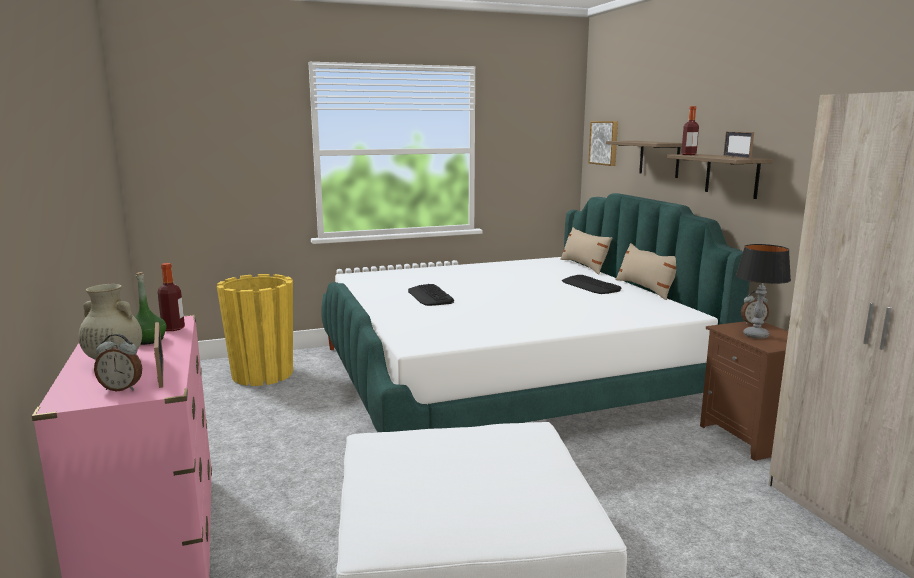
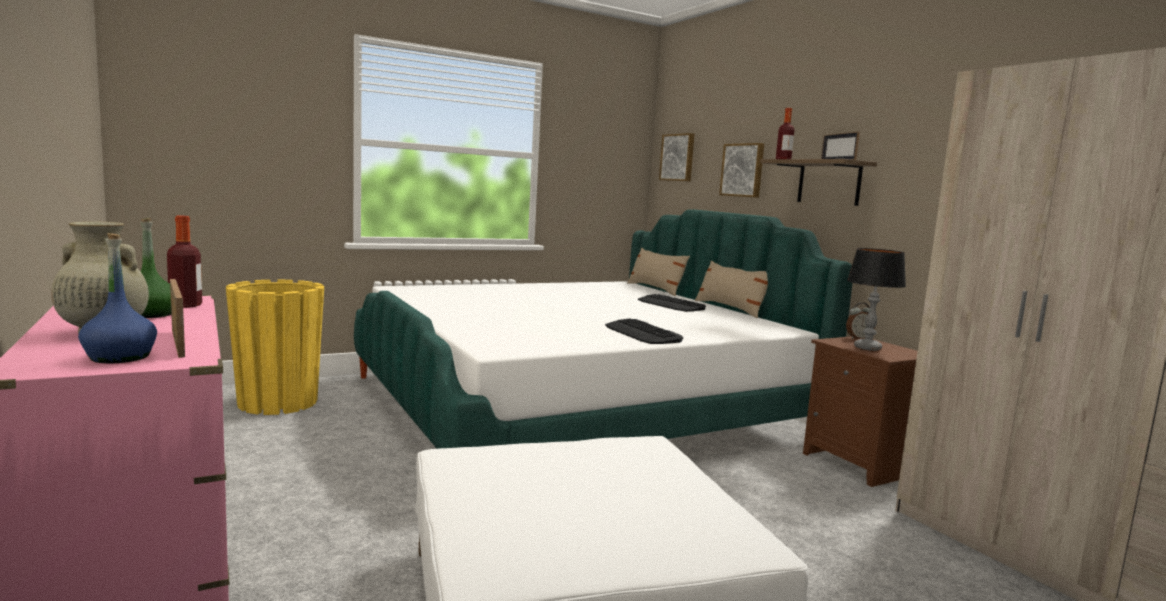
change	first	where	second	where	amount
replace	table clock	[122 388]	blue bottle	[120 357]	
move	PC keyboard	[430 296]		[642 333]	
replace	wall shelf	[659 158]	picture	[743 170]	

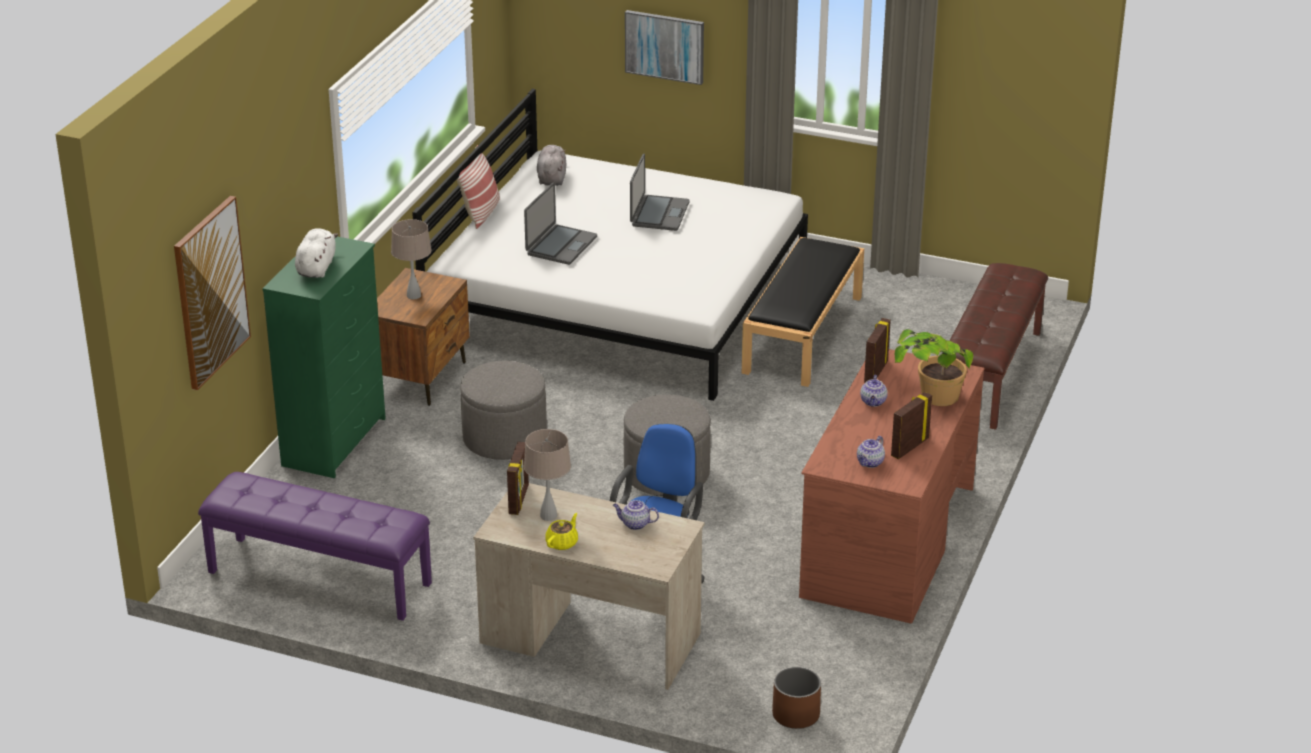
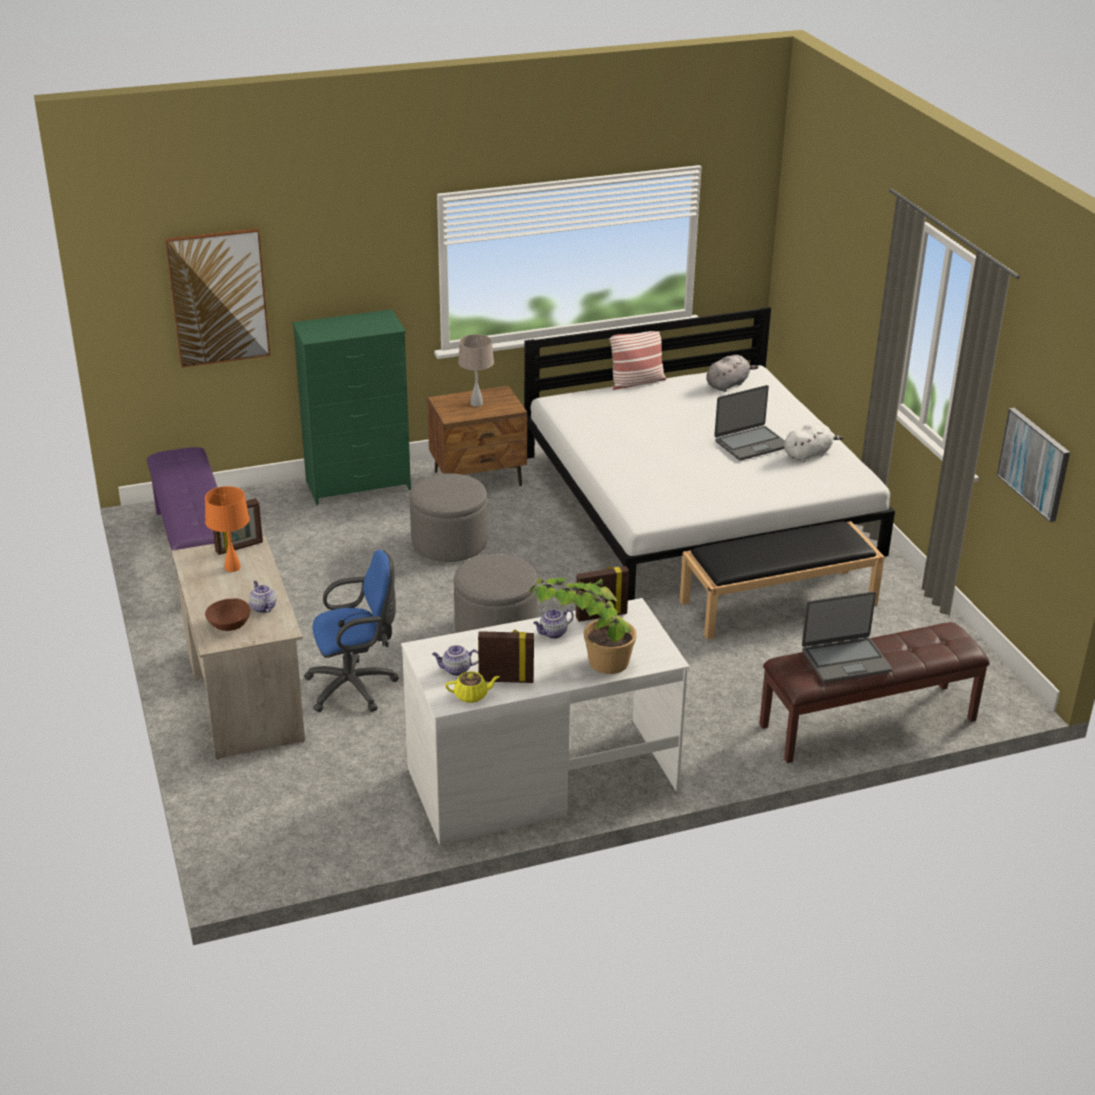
change	first	where	second	where	amount
move	white-coloured plush toy	[316 267]		[808 454]	
move	laptop	[560 246]		[845 660]	
recolor	beige table lamp	[548 515]	orangey table lamp	[232 567]	
move	yellow tea pot	[562 543]		[472 695]	
move	picture	[665 46]		[1034 463]	
delete	brown-coloured plant pot	[795 715]			
recolor	brown-coloured desk table	[887 541]	white-coloured desk table	[541 778]	
insert			brown-coloured bowl	[229 625]	

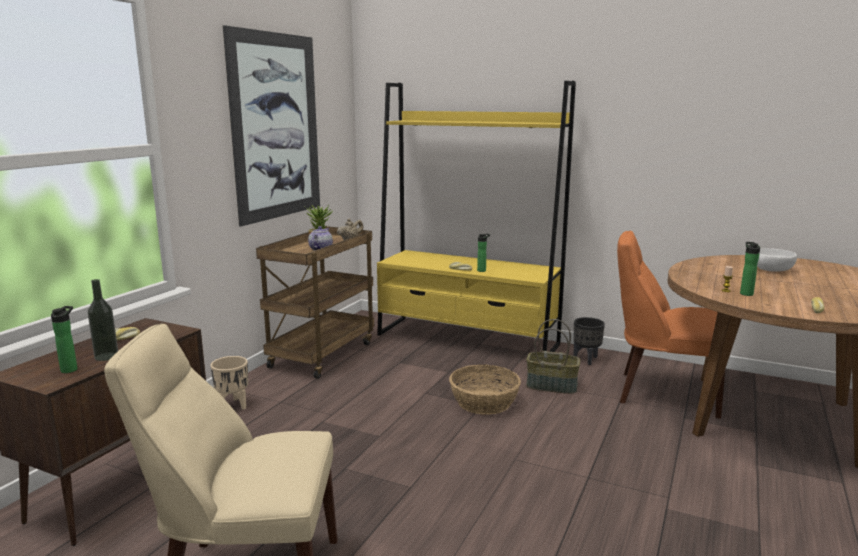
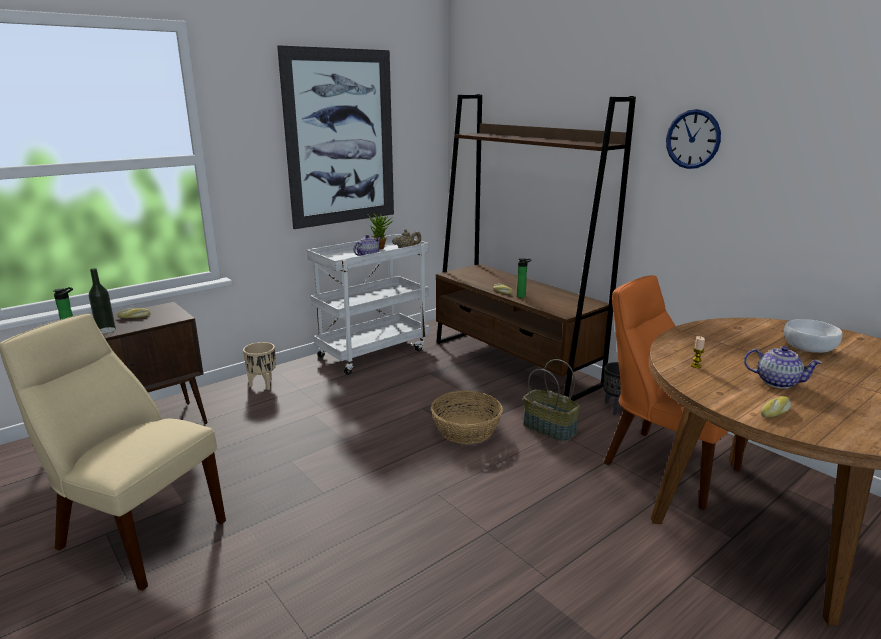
change	first	where	second	where	amount
recolor	brown-coloured wheeled cart	[322 354]	white-coloured wheeled cart	[373 352]	
recolor	yellow bookcase	[467 340]	brown-coloured bookcase	[514 363]	
delete	bottle	[745 293]			
insert			hanging clock	[693 139]	
insert			tea pot	[776 382]	

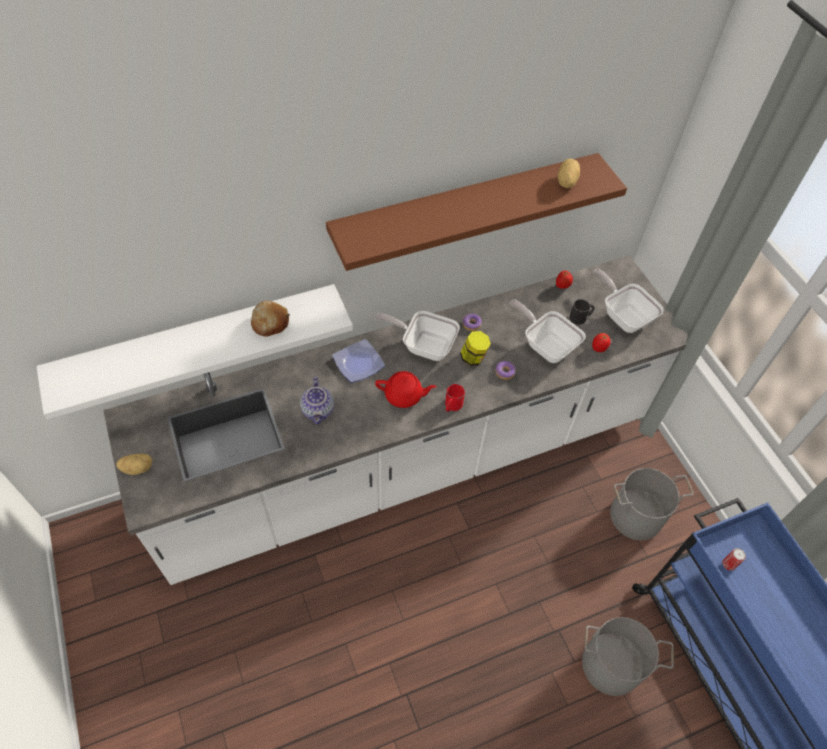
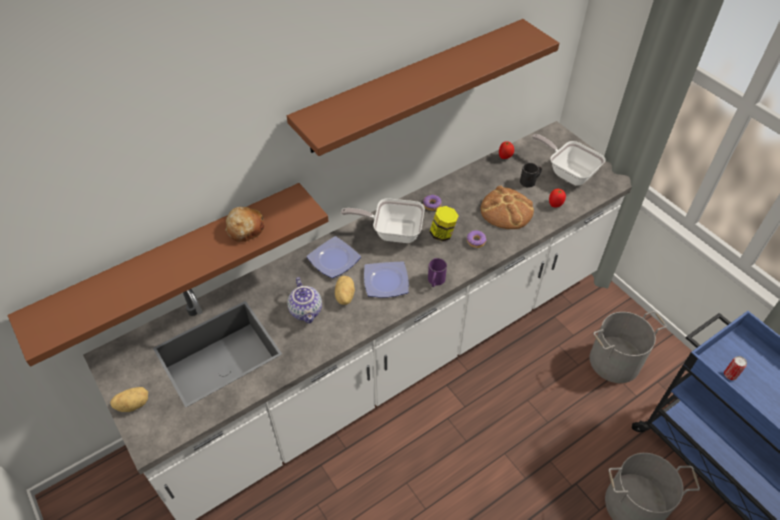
change	first	where	second	where	amount
recolor	white-coloured wall shelf	[197 339]	brown-coloured wall shelf	[172 261]	
replace	reddish tea pot	[404 396]	flat dish	[386 281]	
recolor	reddish mug	[452 406]	purplish mug	[435 281]	
replace	skillet	[546 345]	bread	[506 210]	
move	potato	[565 182]		[344 296]	

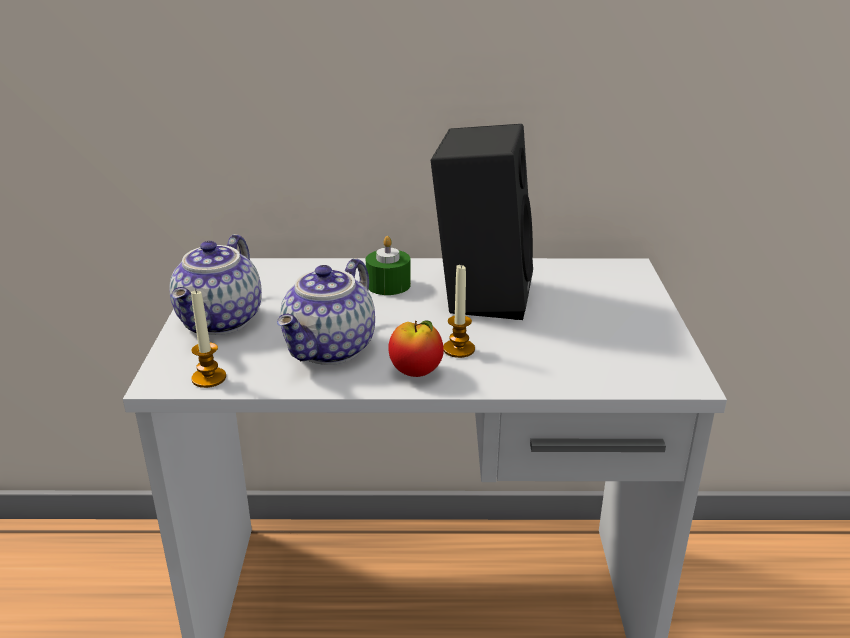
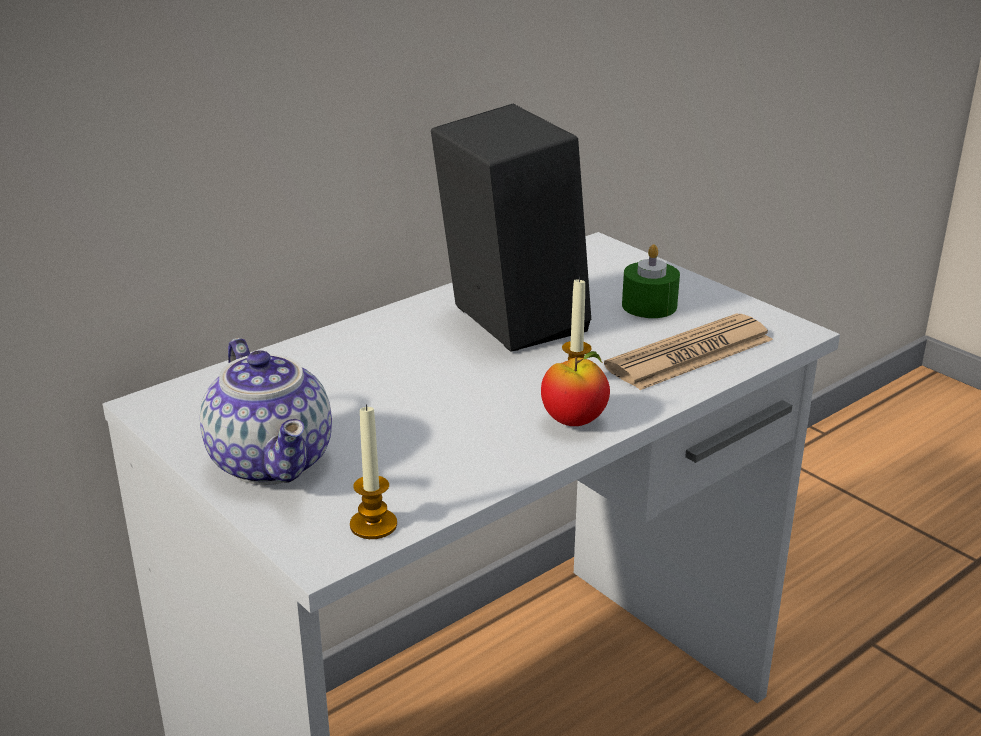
change	first	where	second	where	amount
delete	tea pot	[331 350]			
move	green wax light	[388 285]		[649 305]	
insert			daily paper	[690 354]	

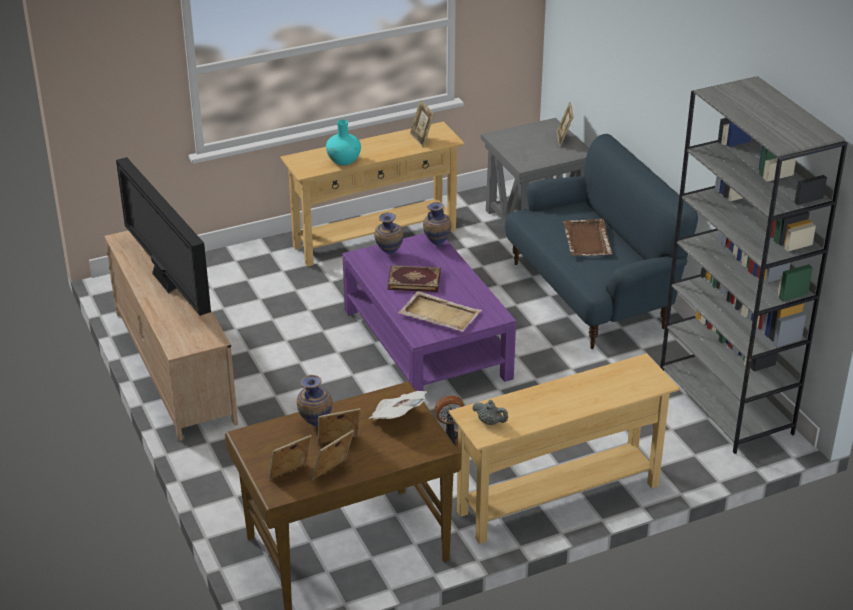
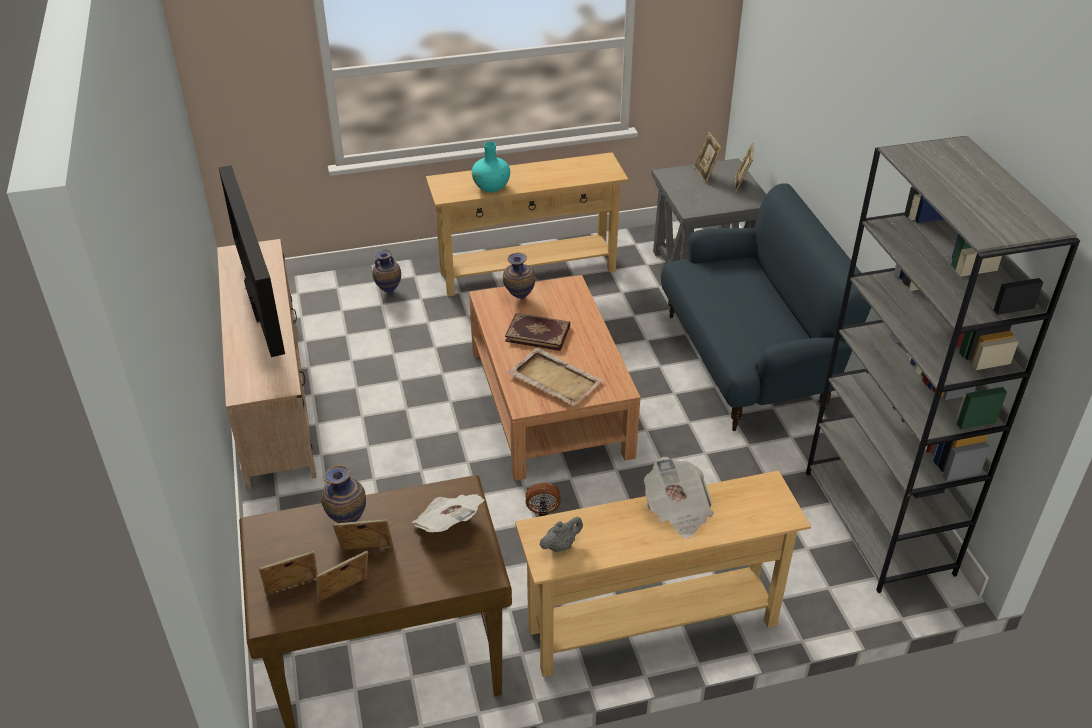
change	first	where	second	where	amount
recolor	purplish lounge table	[427 344]	brown-coloured lounge table	[550 402]	
move	standing frame	[421 139]		[705 174]	
move	vase	[437 244]		[388 291]	
rotate	gray tea pot	[490 422]		[560 545]	75 degrees counterclockwise
delete	brown-coloured carrying tray	[587 240]			
insert			daily paper	[677 510]	

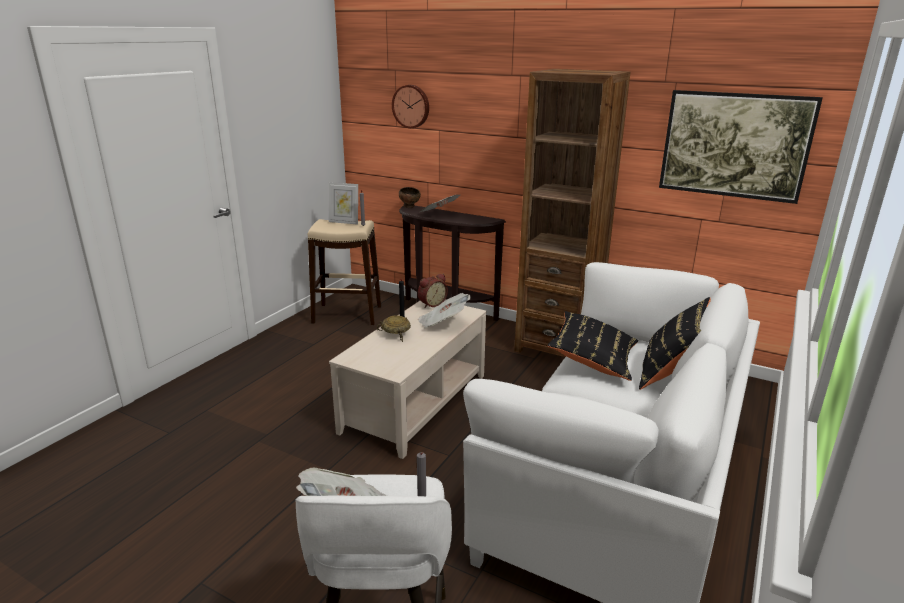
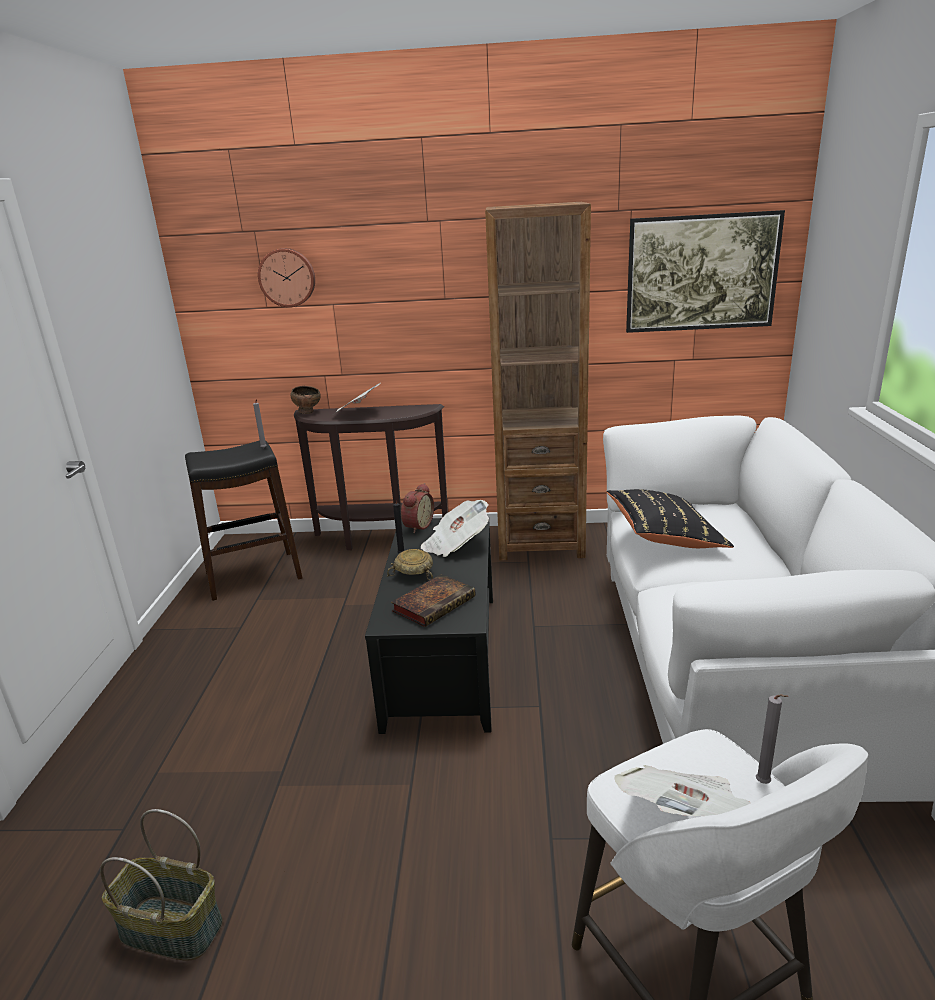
change	first	where	second	where	amount
recolor	beige sitting stool	[347 314]	black sitting stool	[254 575]	
delete	standing frame	[344 222]			
recolor	beige lounge table	[415 403]	black lounge table	[443 658]	
delete	black cushion	[669 374]			
insert			storage basket	[170 929]	
insert			volume	[435 603]	

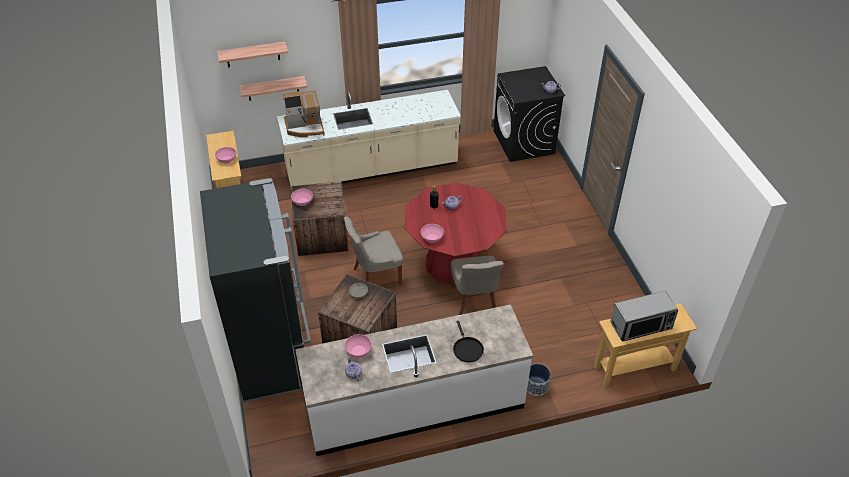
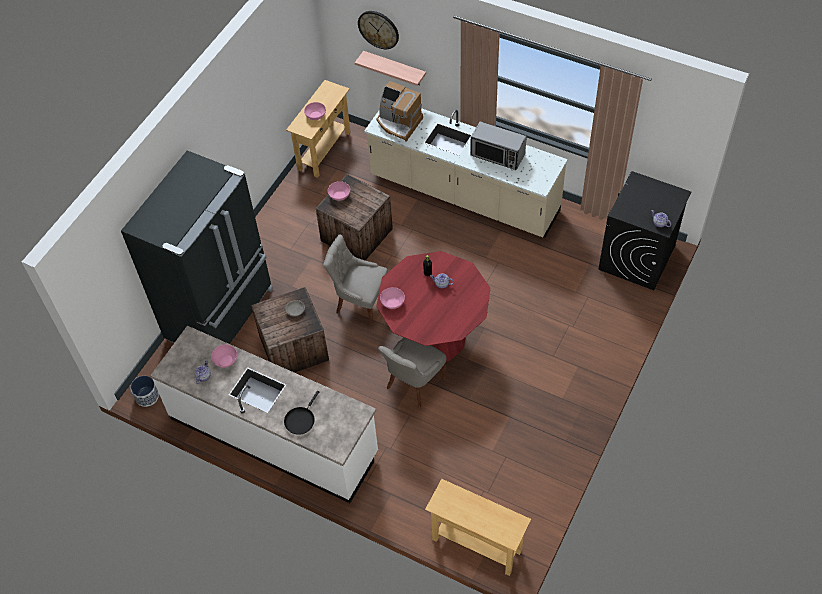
change	first	where	second	where	amount
replace	wall shelf	[252 54]	hanging clock	[378 29]	
move	plant pot	[536 386]		[147 396]	
move	microwave oven	[641 326]		[497 155]	

